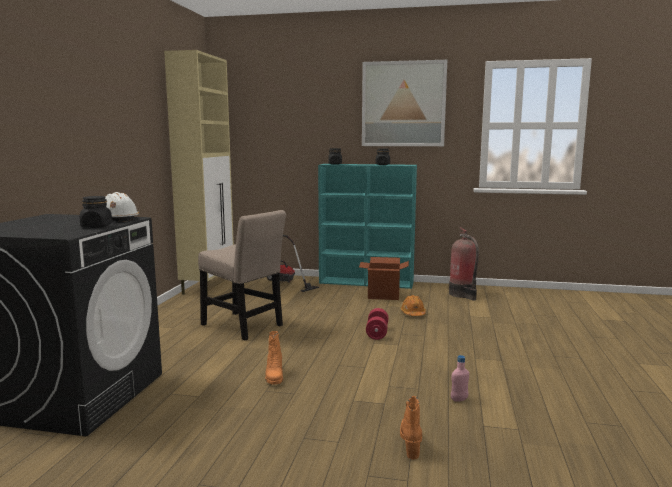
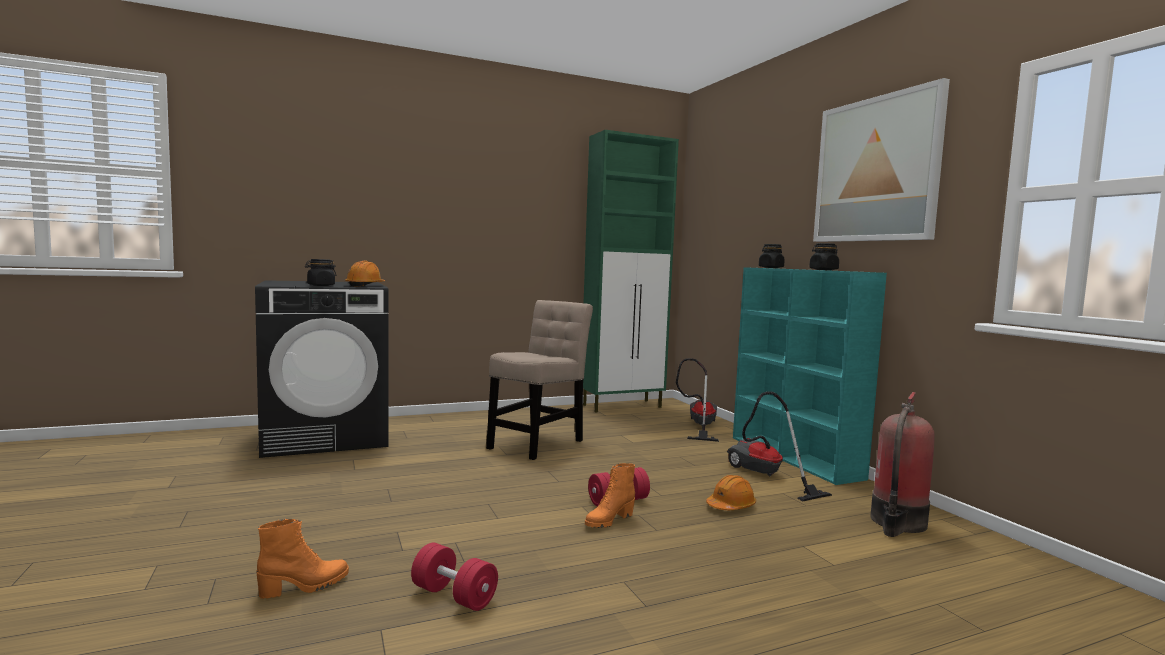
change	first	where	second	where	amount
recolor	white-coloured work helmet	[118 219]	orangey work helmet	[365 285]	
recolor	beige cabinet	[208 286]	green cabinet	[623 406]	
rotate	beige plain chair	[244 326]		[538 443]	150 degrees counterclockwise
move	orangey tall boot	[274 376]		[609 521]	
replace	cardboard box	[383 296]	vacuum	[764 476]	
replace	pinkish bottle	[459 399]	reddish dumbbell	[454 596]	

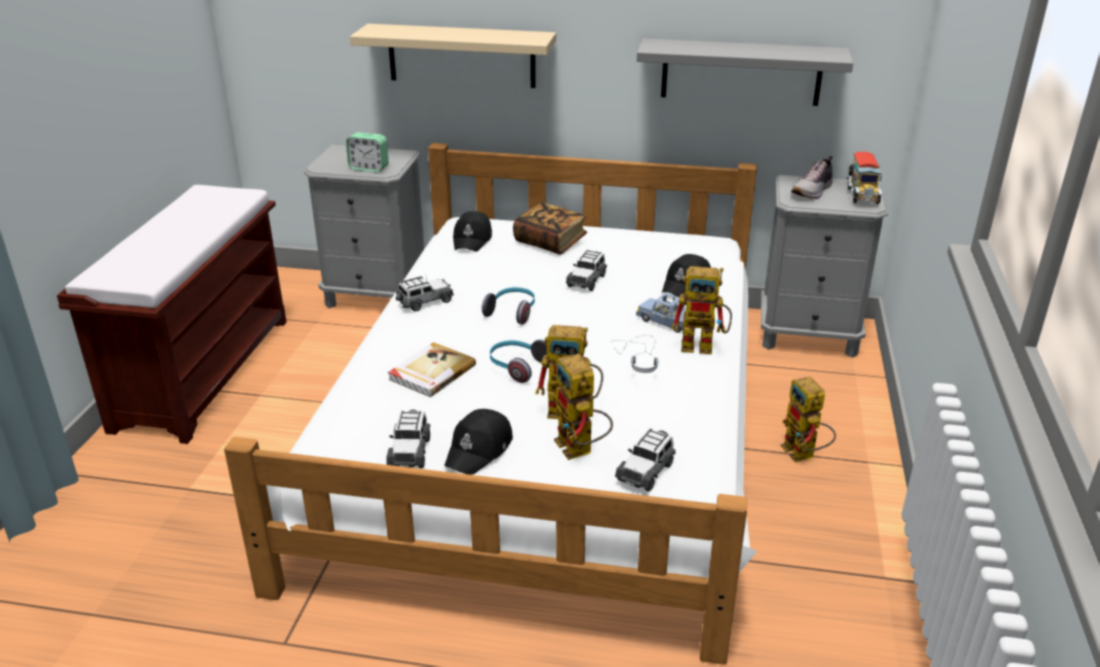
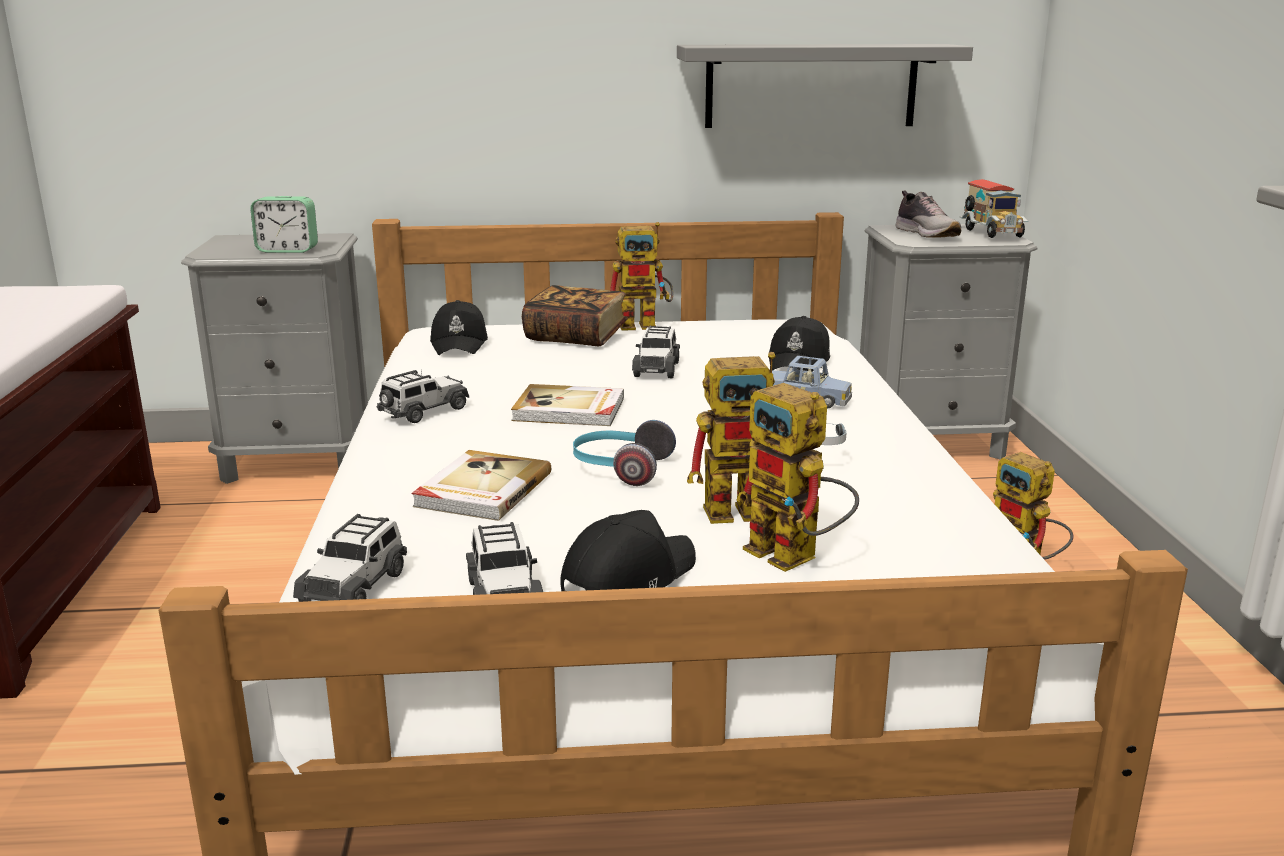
change	first	where	second	where	amount
delete	beige wall shelf	[461 56]			
rotate	black baseball cap	[479 450]		[627 578]	150 degrees counterclockwise
replace	headphones	[512 312]	volume	[569 410]	
move	toy car	[646 471]		[355 587]	
move	model robot	[704 346]		[646 325]	
rotate	item of footwear	[813 191]		[927 234]	45 degrees counterclockwise

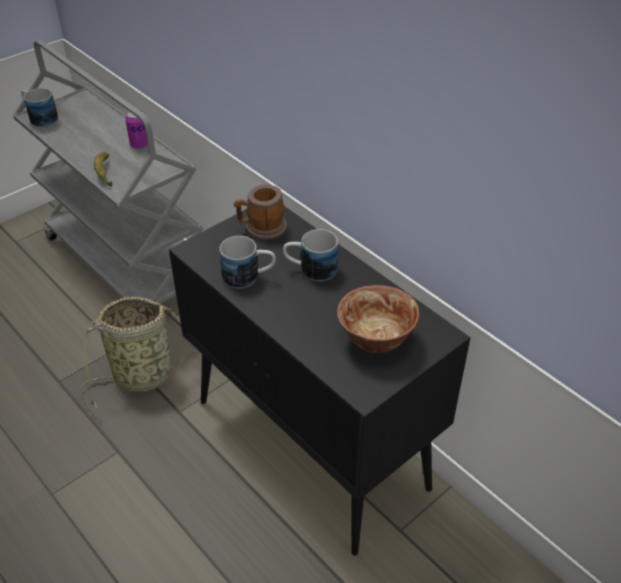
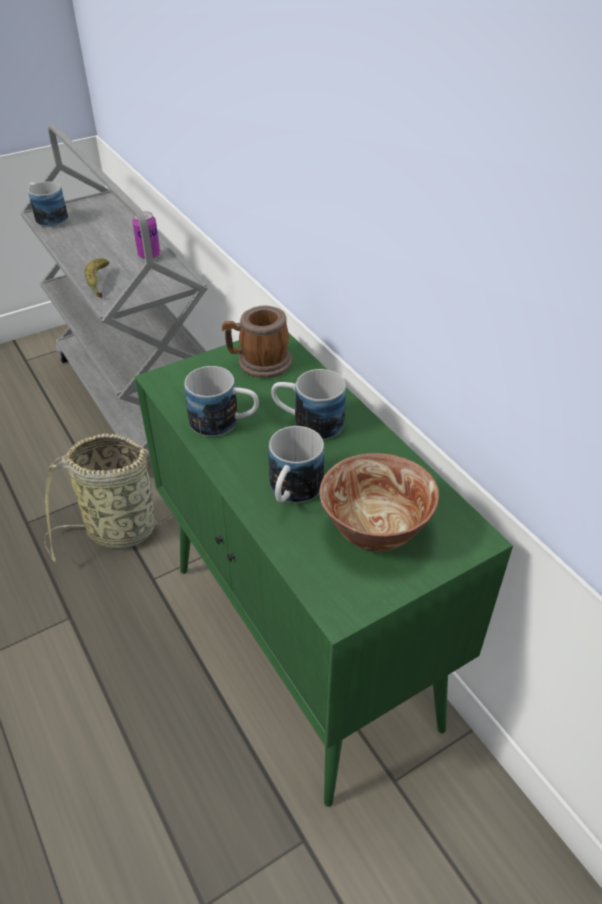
change	first	where	second	where	amount
recolor	black cabinet	[312 445]	green cabinet	[303 646]	
insert			mug	[292 493]	

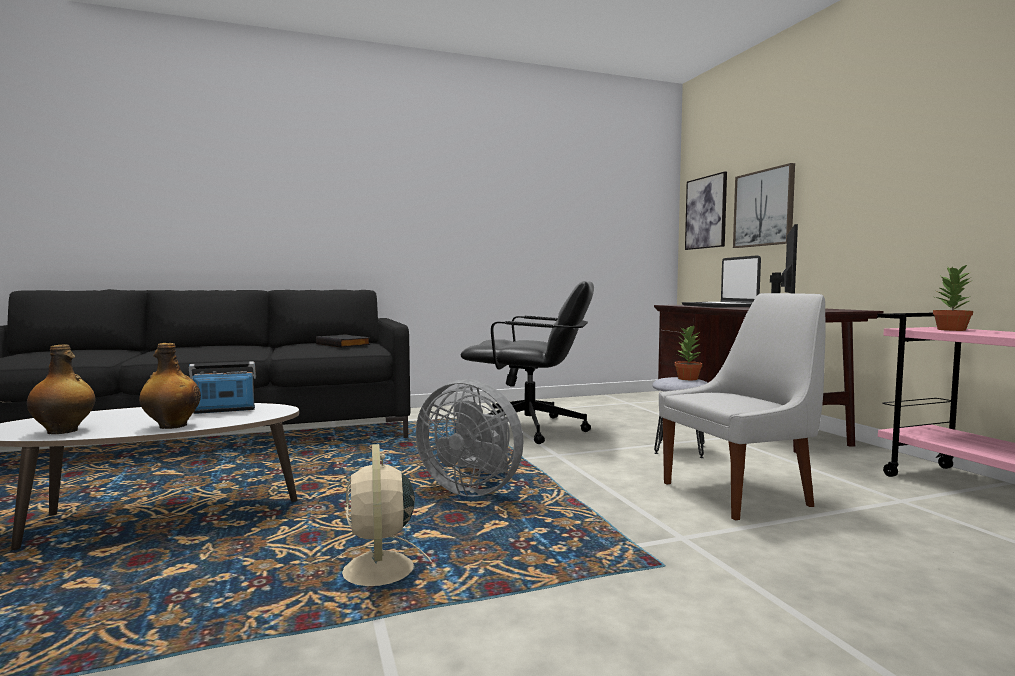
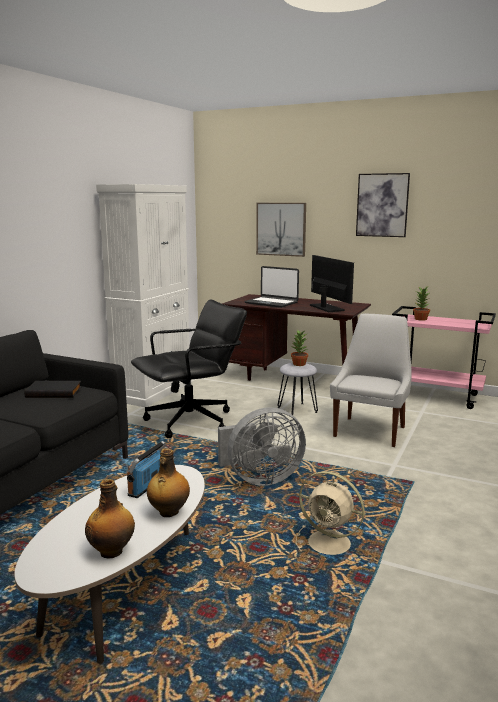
change	first	where	second	where	amount
move	picture	[706 212]		[382 205]	
insert			white-coloured cabinet	[153 391]	

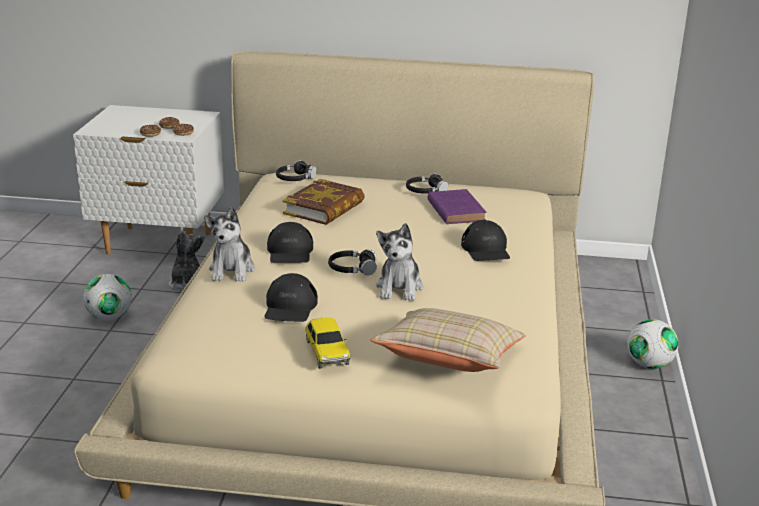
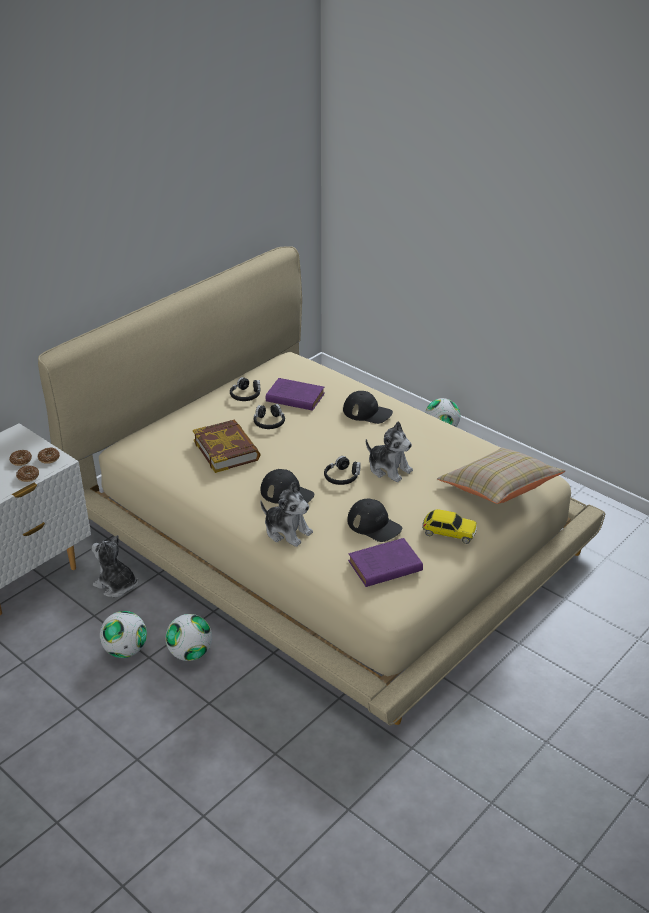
change	first	where	second	where	amount
move	black headphones	[295 178]		[269 422]	
insert			football	[190 653]	
insert			purplish volume	[383 566]	

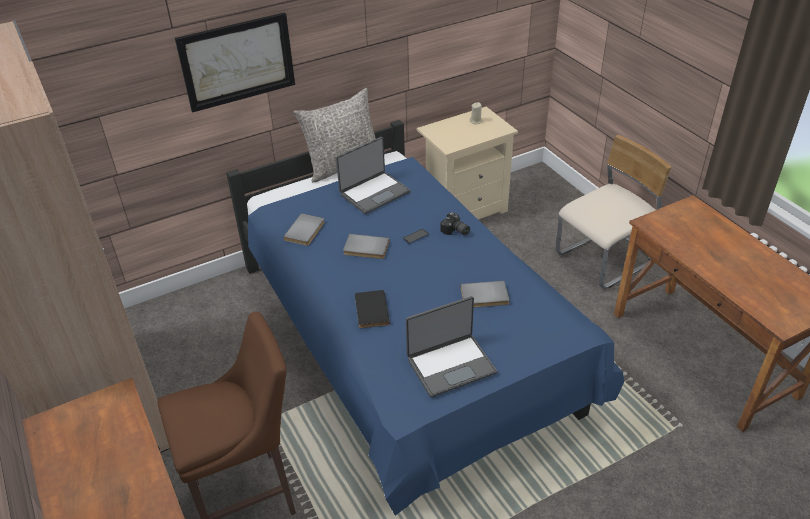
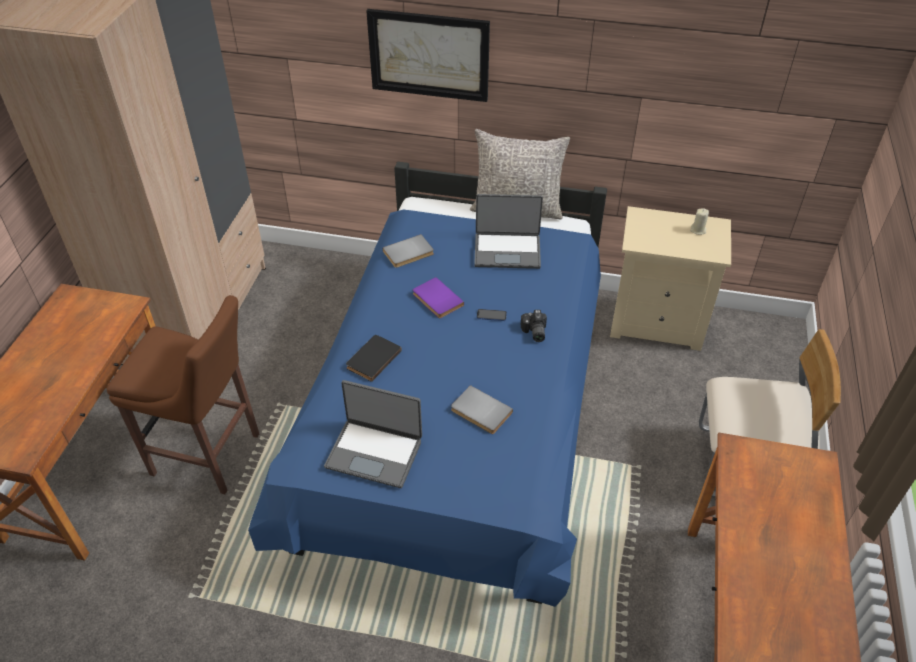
change	first	where	second	where	amount
recolor	gray volume	[366 249]	purplish volume	[436 300]	

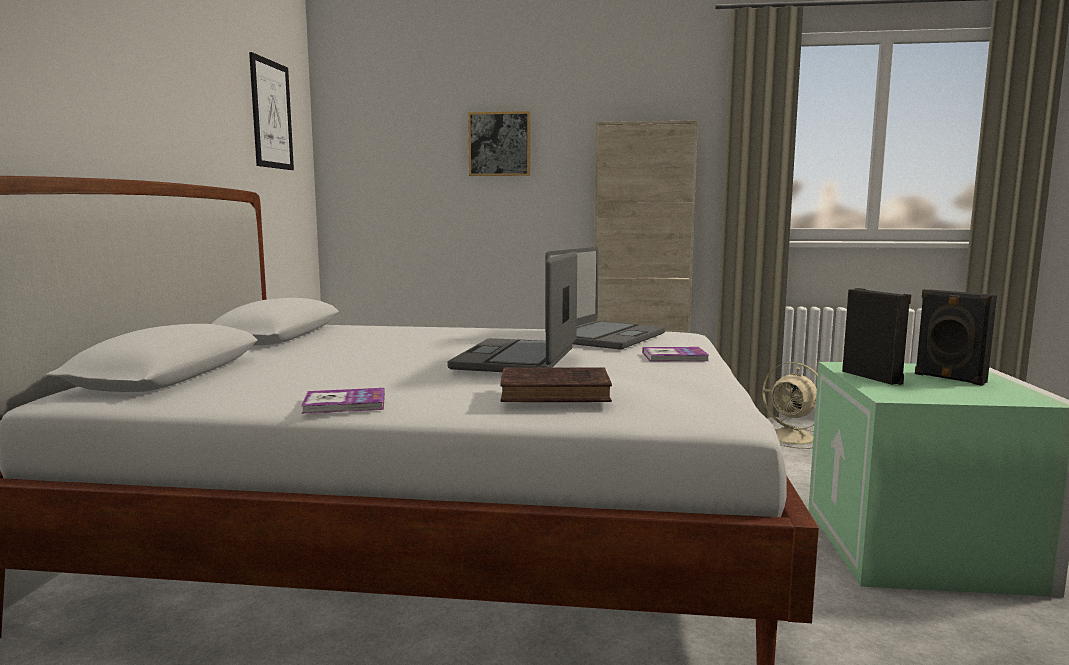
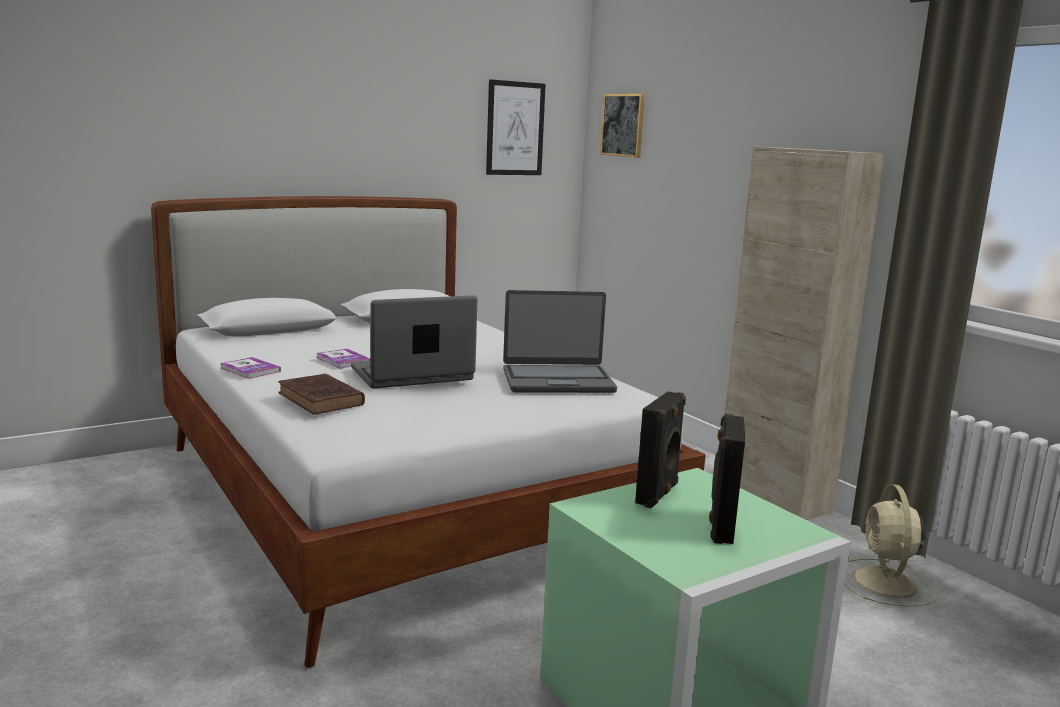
change	first	where	second	where	amount
move	picture	[499 144]		[623 125]	
move	volume	[674 356]		[343 360]	

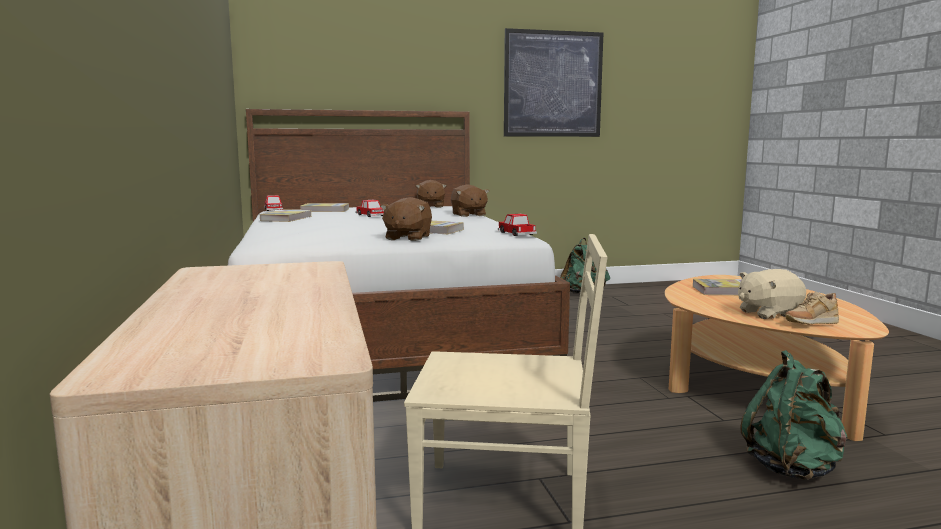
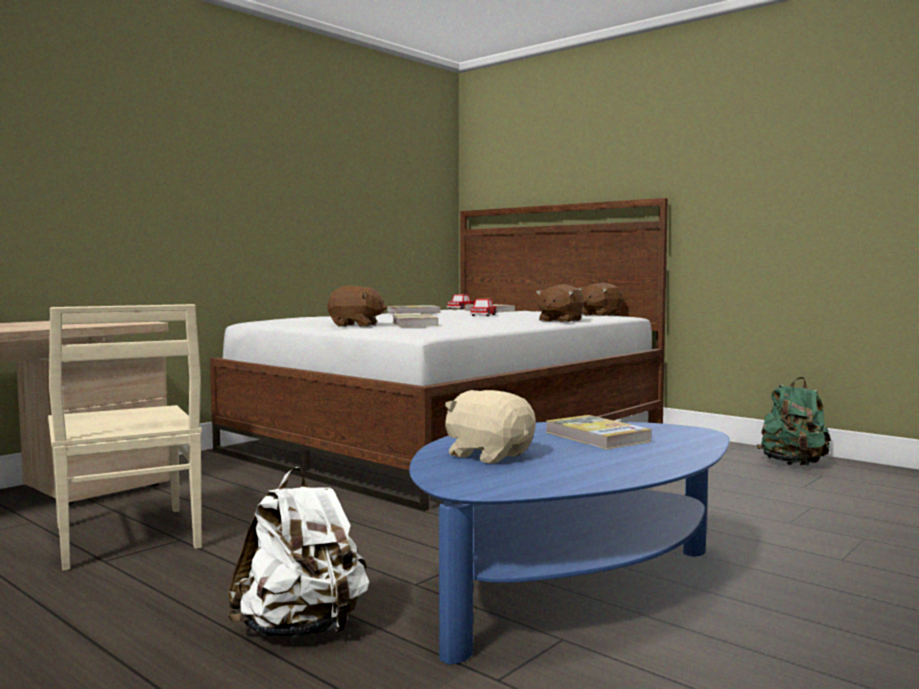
change	first	where	second	where	amount
rotate	brown-coloured plush toy	[407 238]		[355 325]	150 degrees counterclockwise
delete	toy car	[516 233]			
delete	picture	[553 84]			
recolor	beige lounge table	[753 387]	blue lounge table	[568 587]	
recolor	green knapsack	[793 468]	white-coloured knapsack	[301 630]	
delete	beige item of footwear	[810 324]			

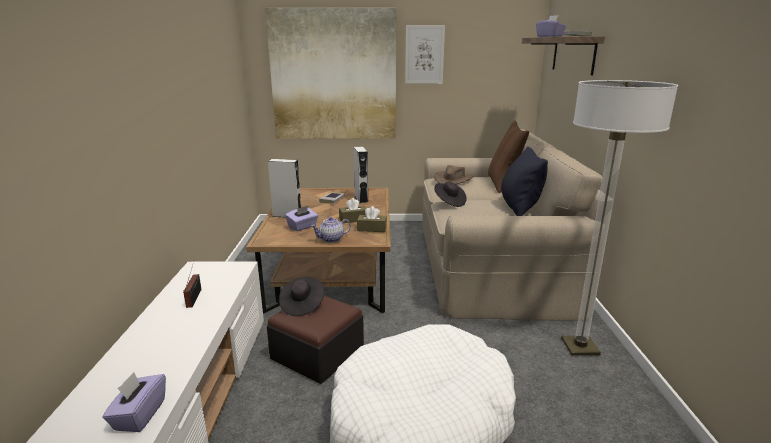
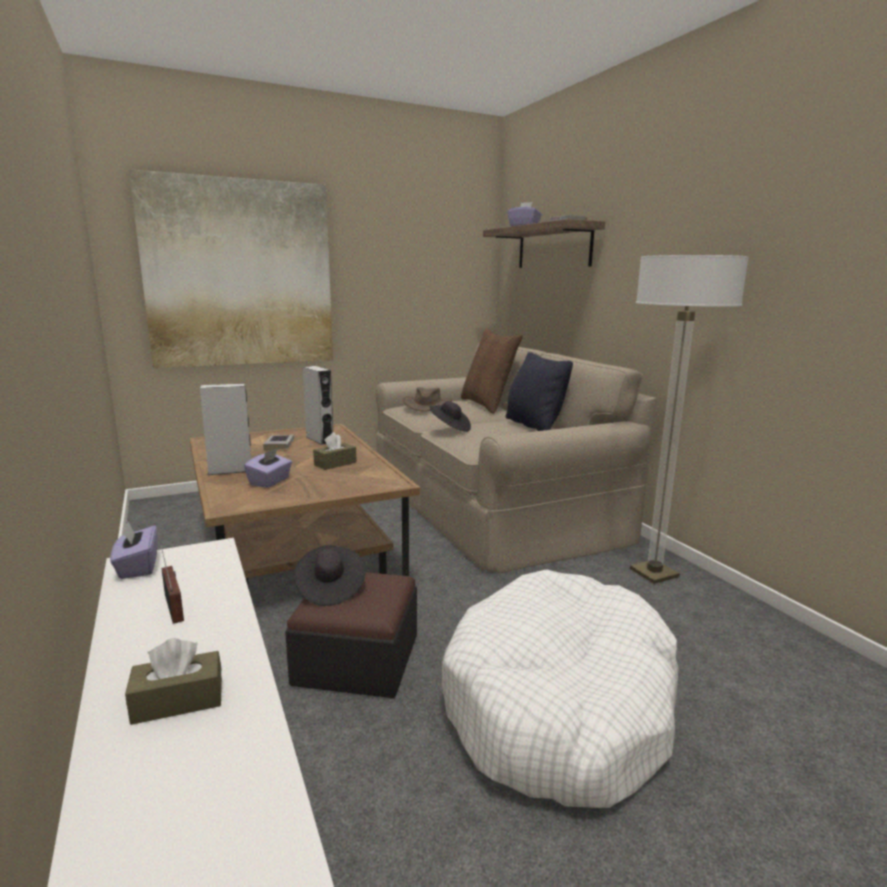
change	first	where	second	where	amount
move	purplish box of tissues	[139 415]		[137 567]	
delete	tea pot	[331 239]			
move	brown-coloured box of tissues	[372 229]		[178 701]	
delete	picture	[424 55]			

